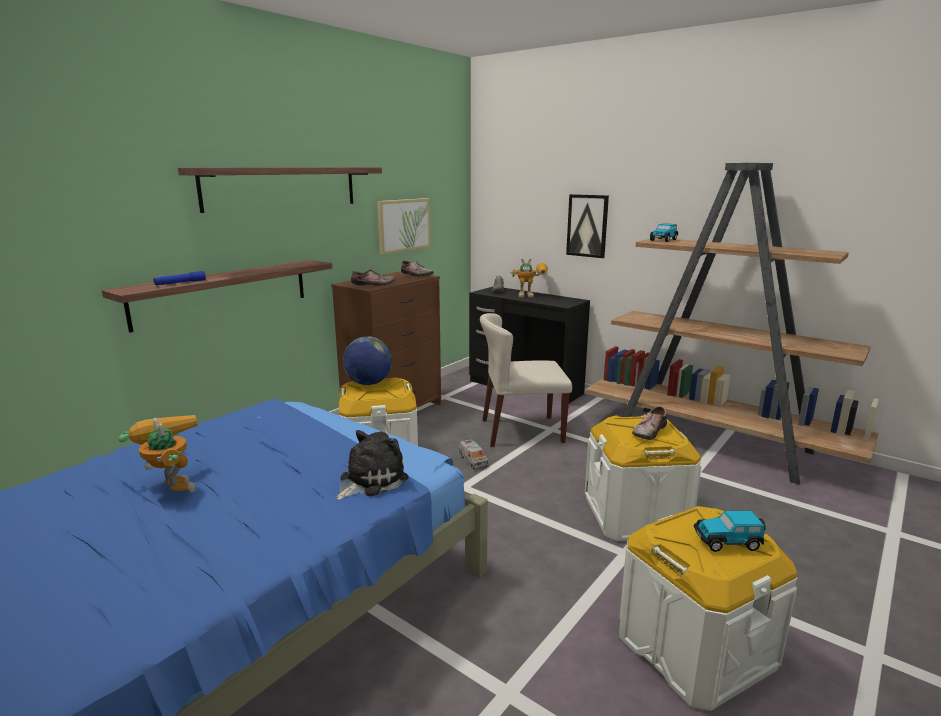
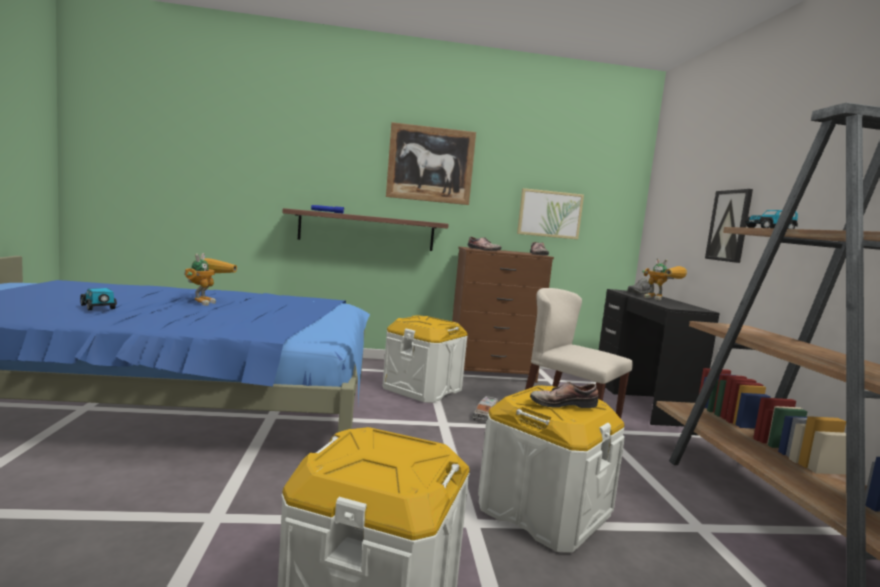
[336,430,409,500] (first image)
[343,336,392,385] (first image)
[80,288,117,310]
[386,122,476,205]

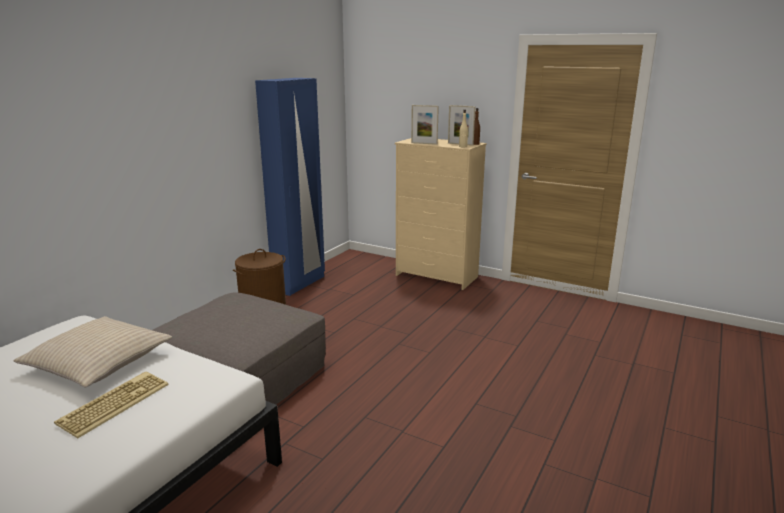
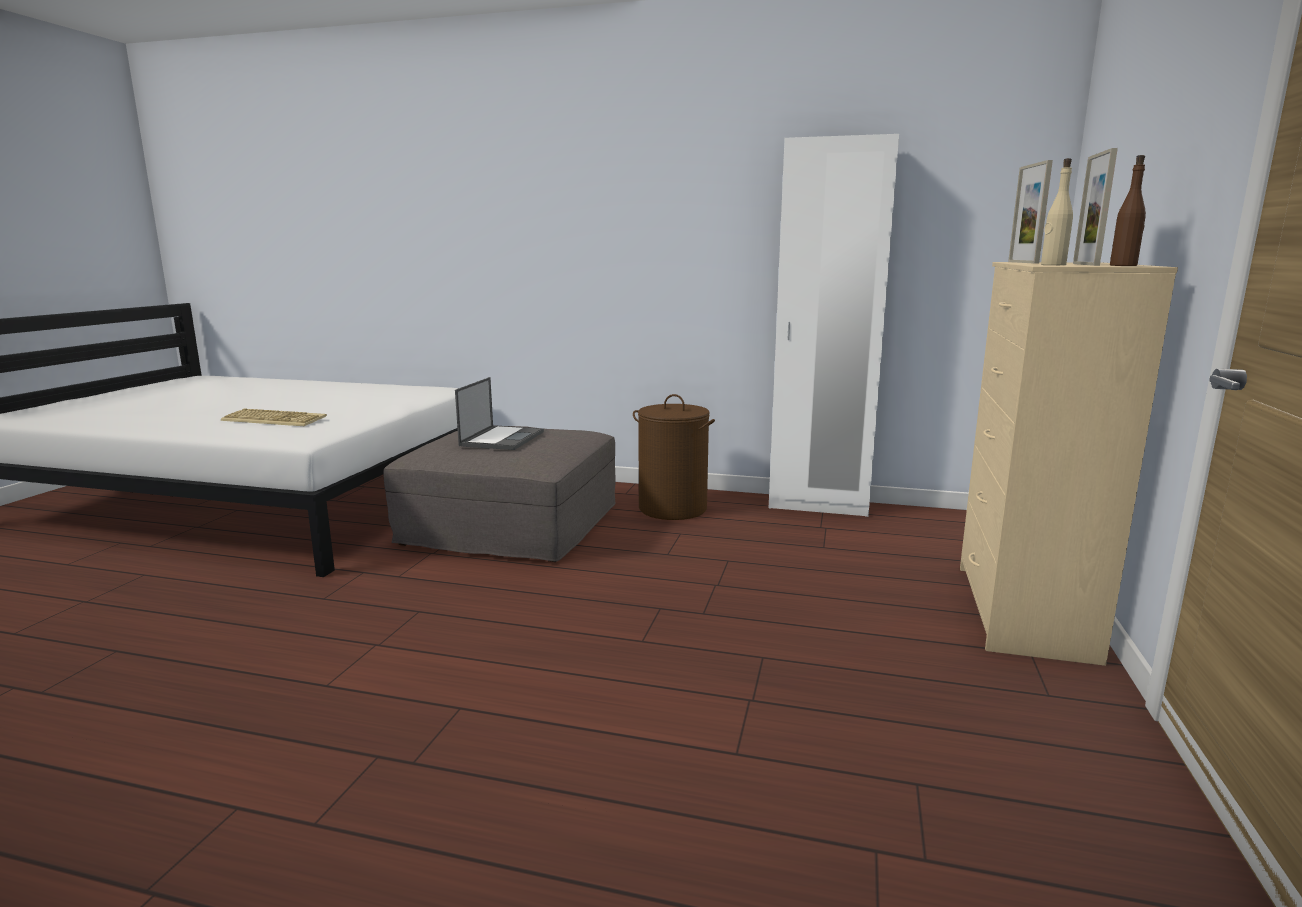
[14,316,172,388] (first image)
[455,377,544,450]
[769,134,899,517]

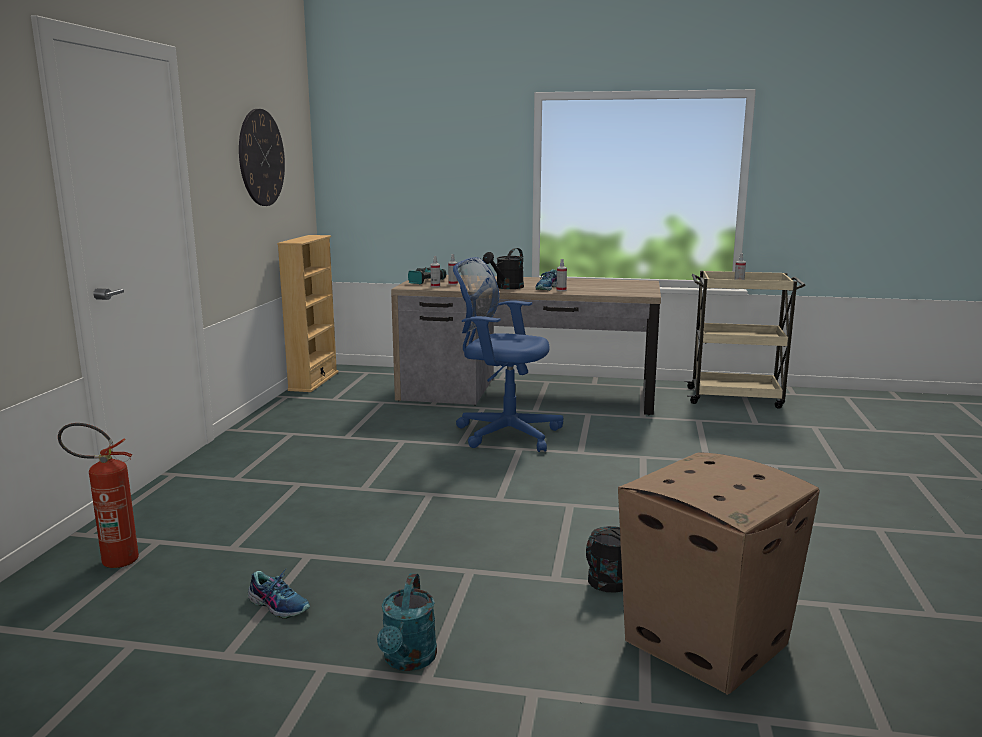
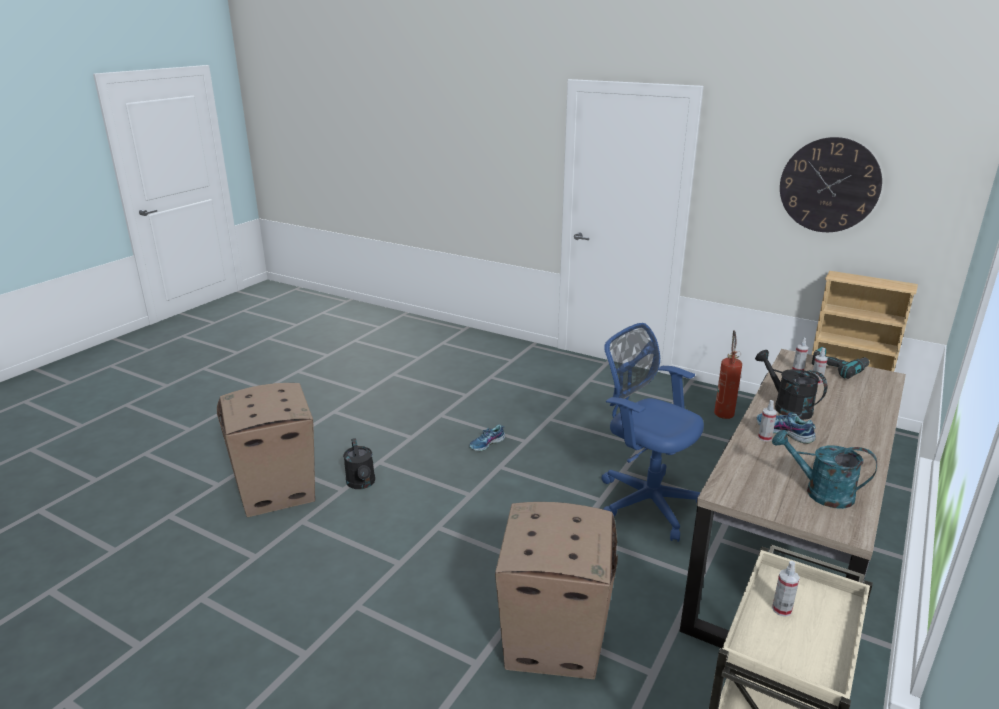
[495,502,618,680]
[714,330,742,419]
[469,424,505,451]
[772,430,877,509]
[601,323,704,542]

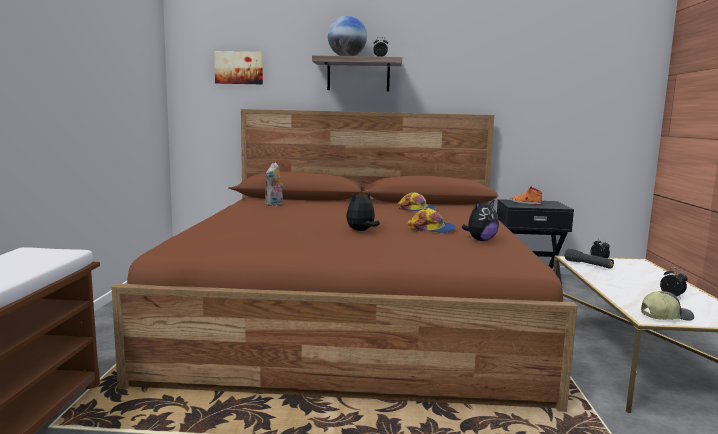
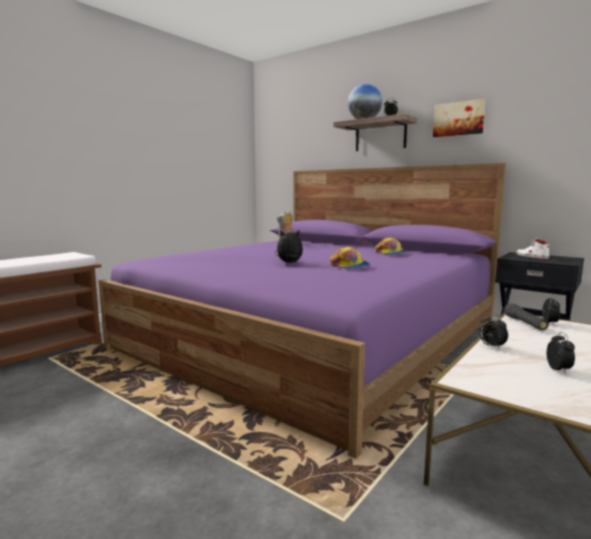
[462,199,499,241] (first image)
[641,291,694,321] (first image)
[480,314,508,350]
[433,99,485,137]
[98,163,506,458]
[516,238,549,259]

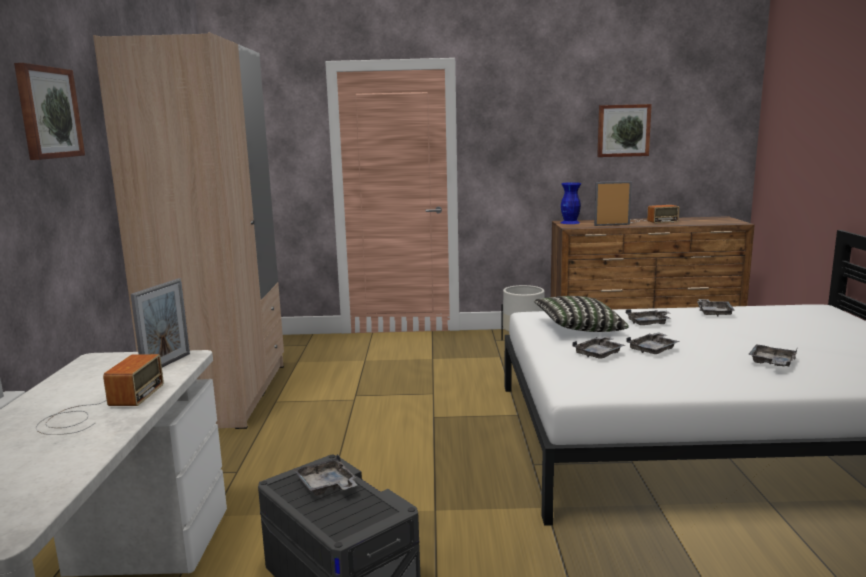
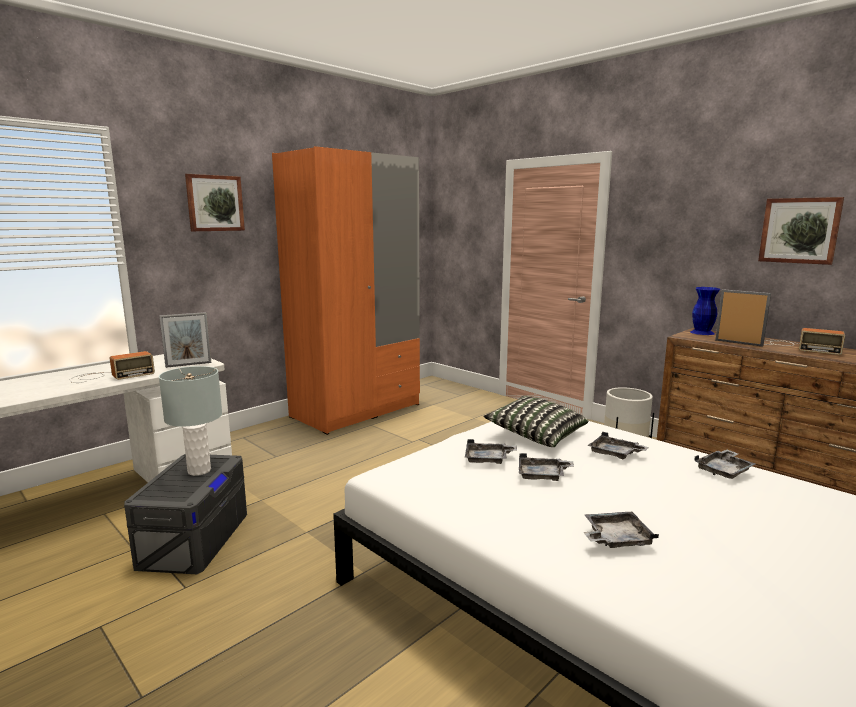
[159,366,222,476]
[272,146,420,435]

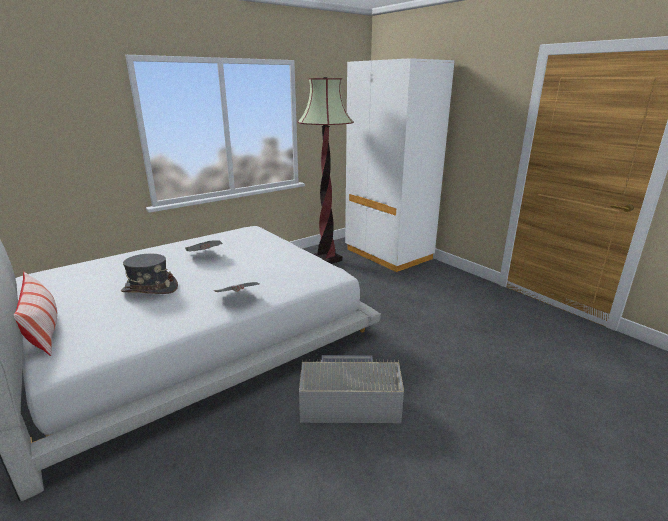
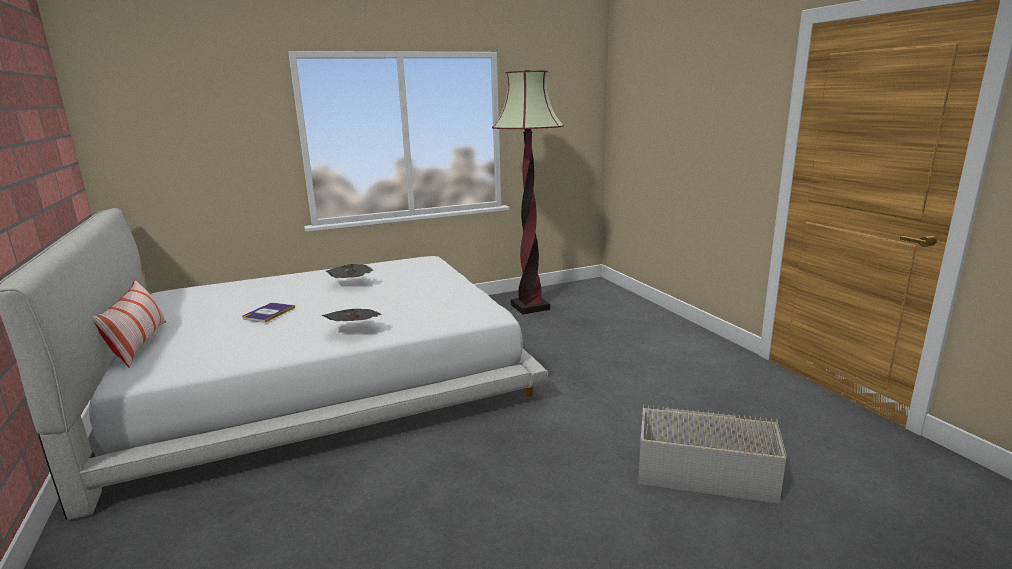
[345,58,455,272] (first image)
[638,404,787,504]
[242,303,295,323]

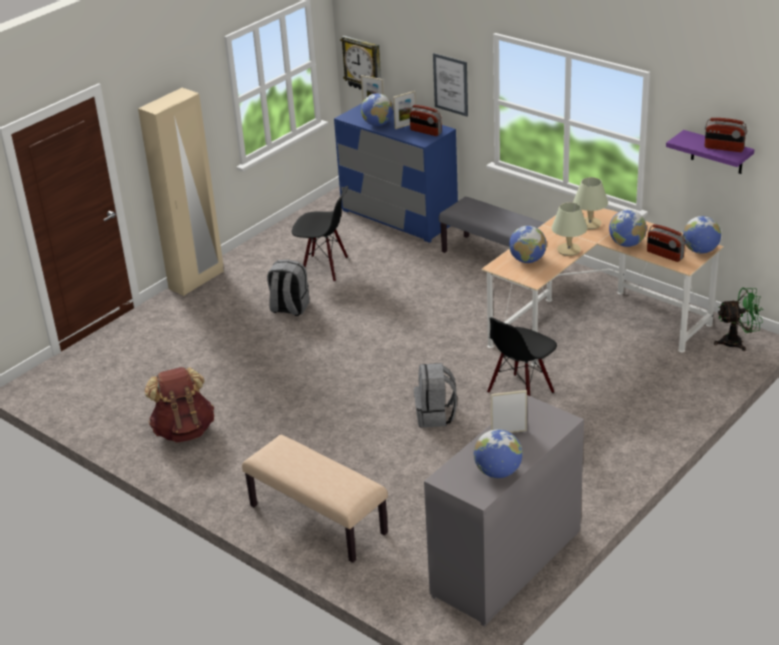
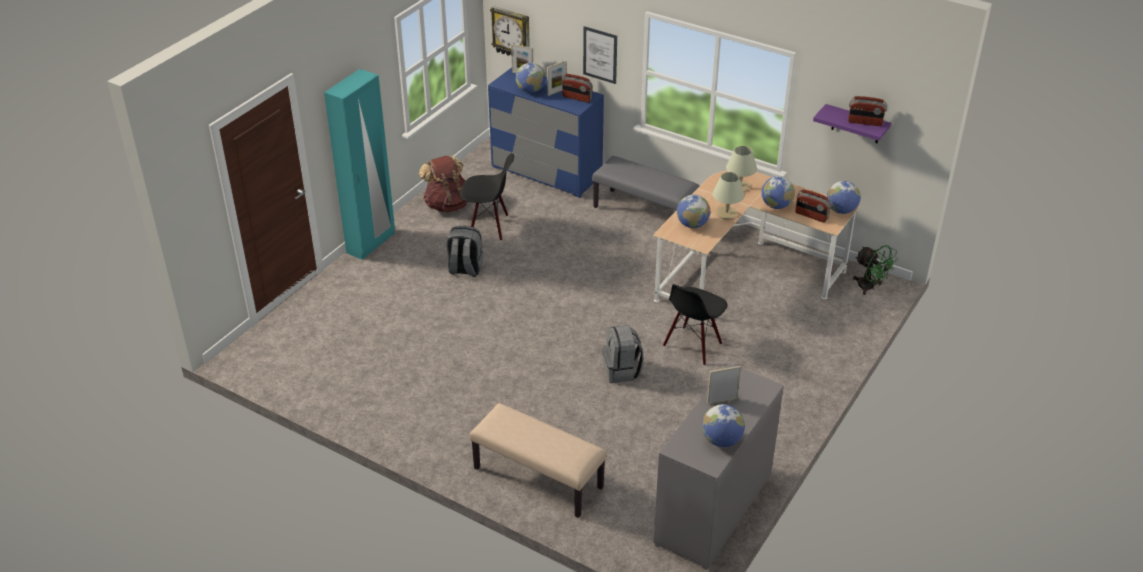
[419,156,467,213]
[324,69,395,260]
[853,245,898,295]

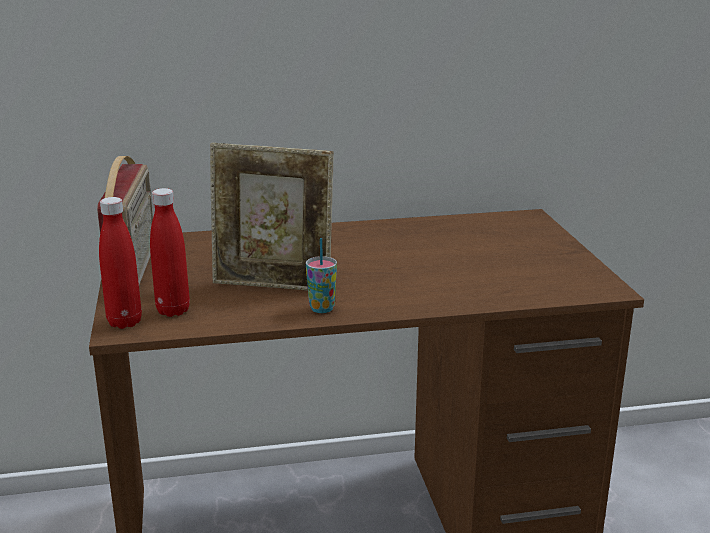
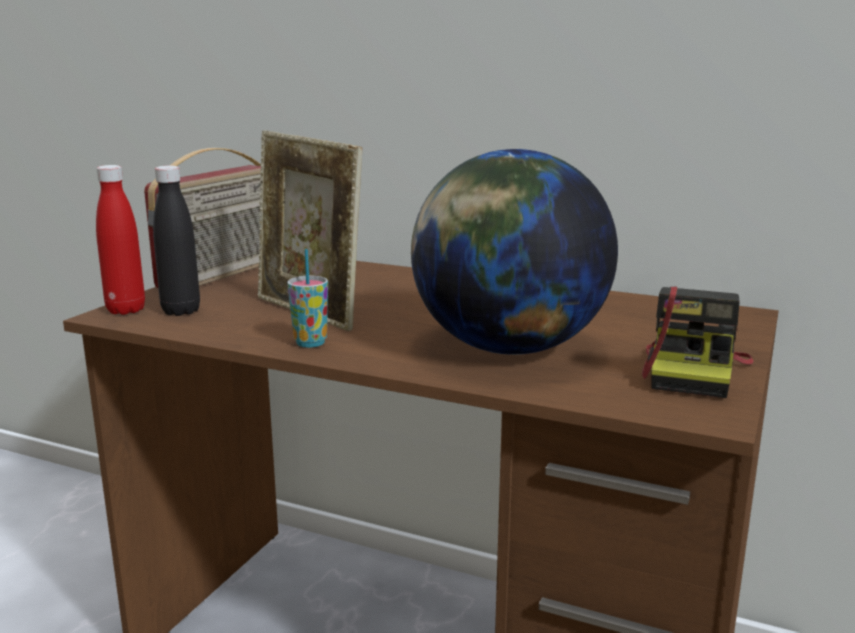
[411,149,618,355]
[642,287,754,398]
[153,166,200,316]

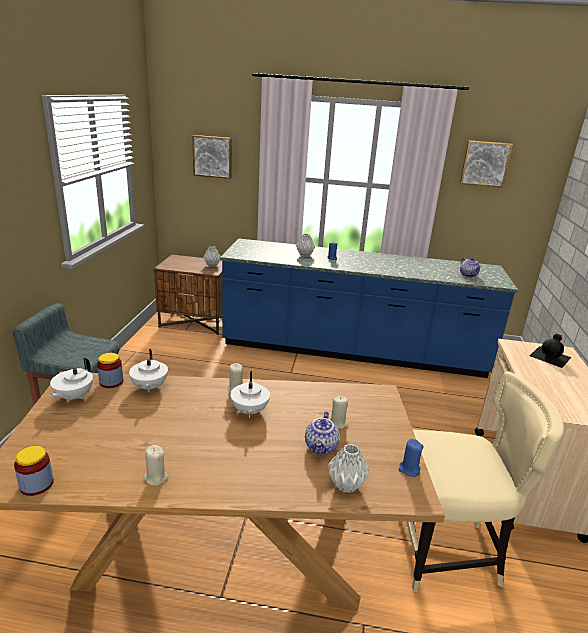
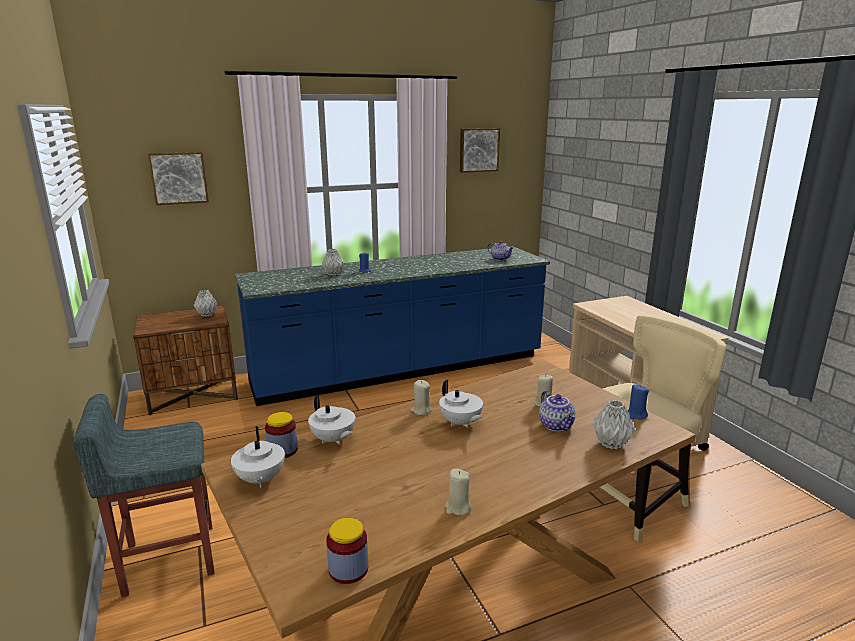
[529,334,572,368] (first image)

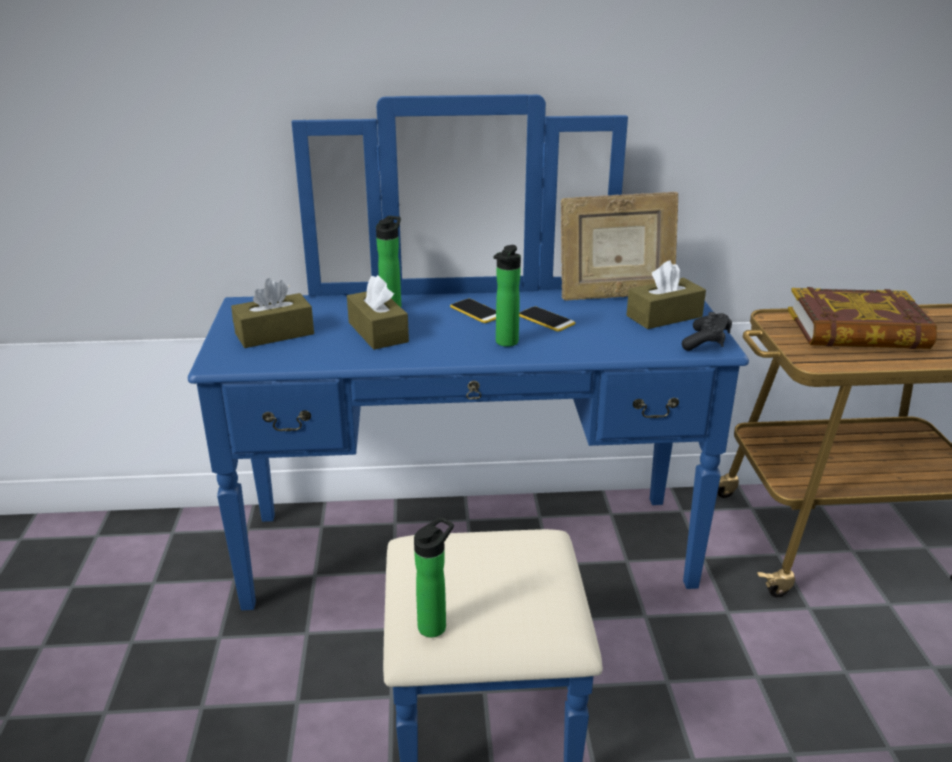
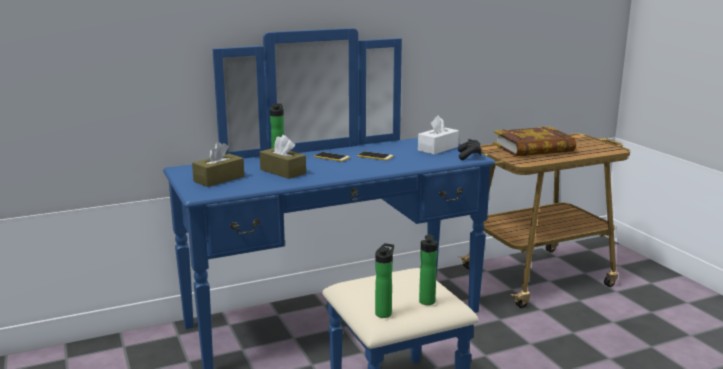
[561,192,678,301] (first image)
[419,234,438,305]
[418,115,459,154]

